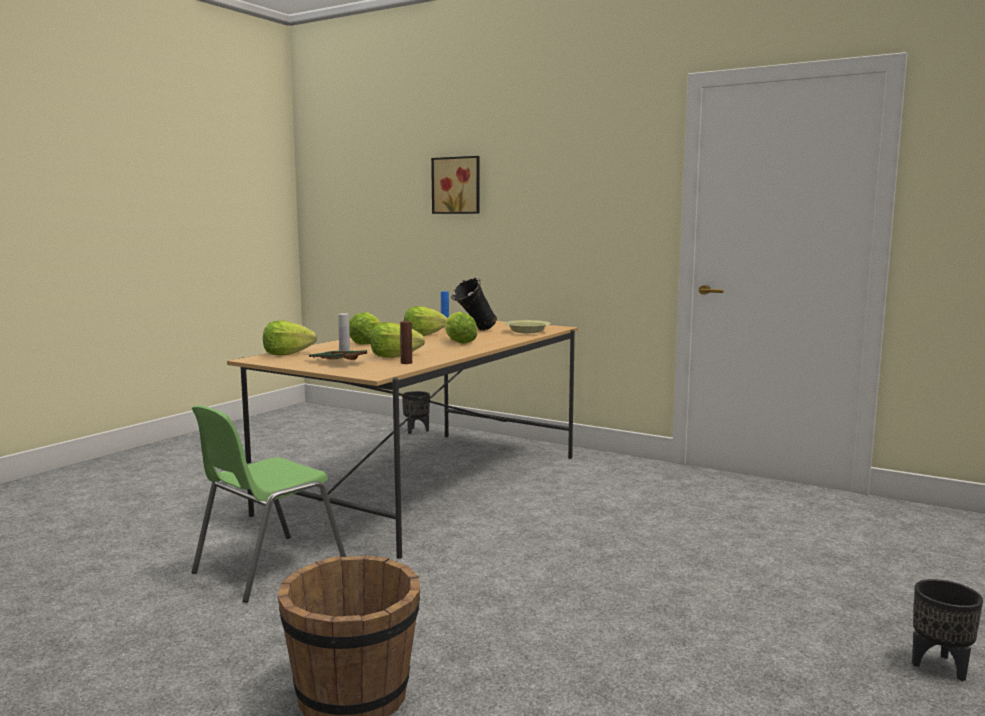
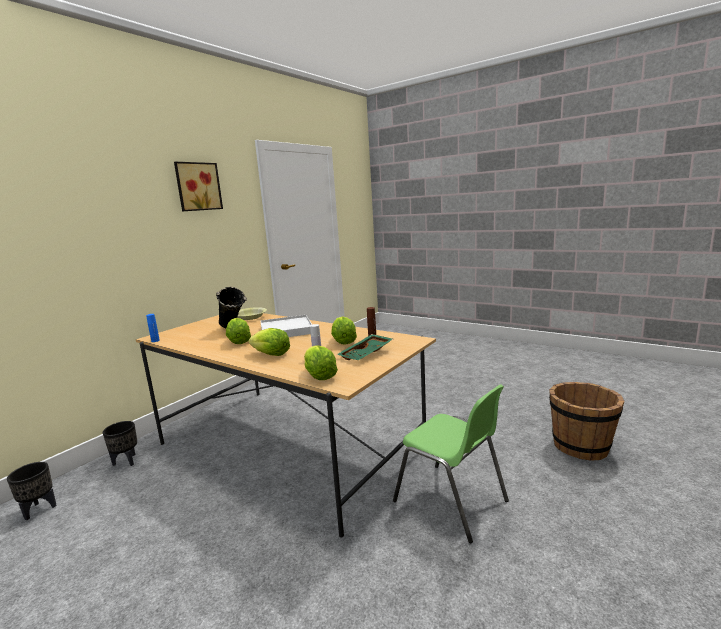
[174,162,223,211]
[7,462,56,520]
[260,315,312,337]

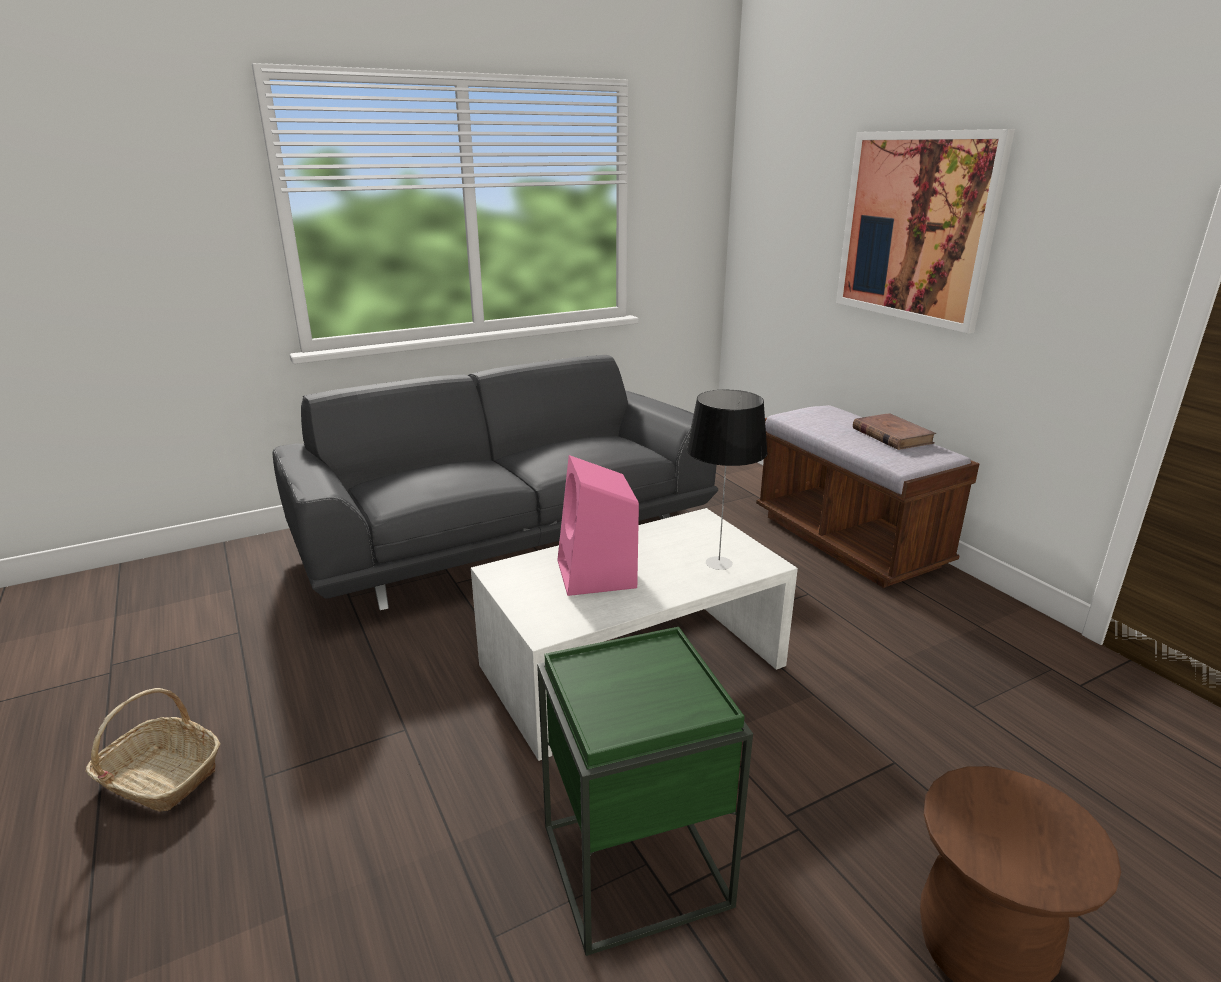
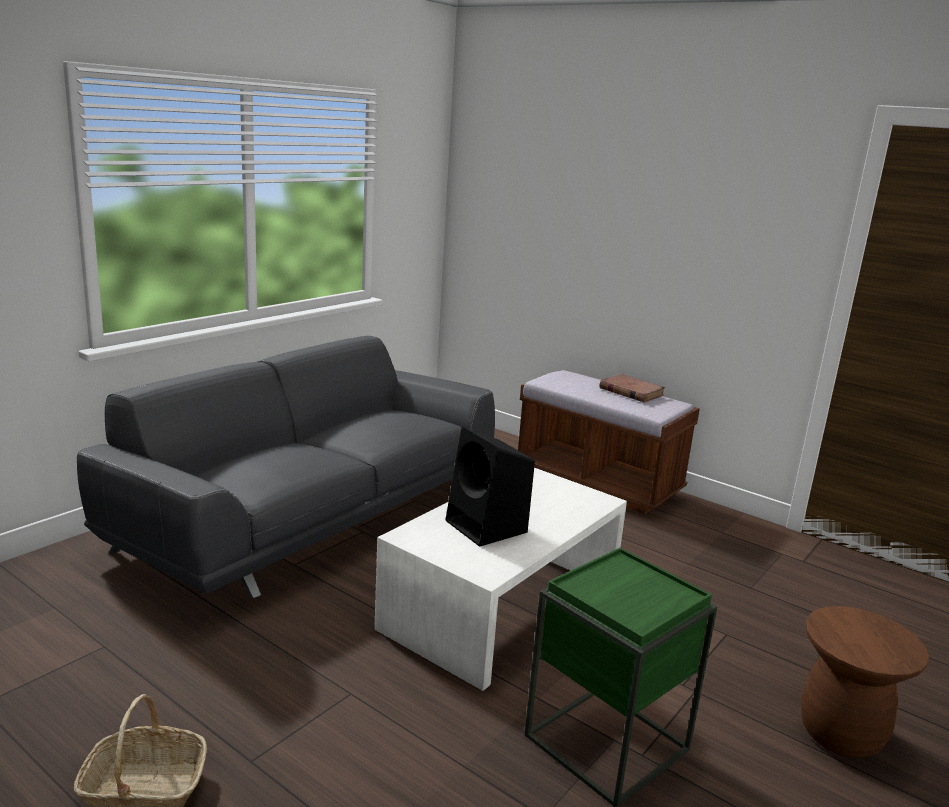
[686,390,768,570] (first image)
[836,129,1015,333] (first image)
[445,427,535,547]

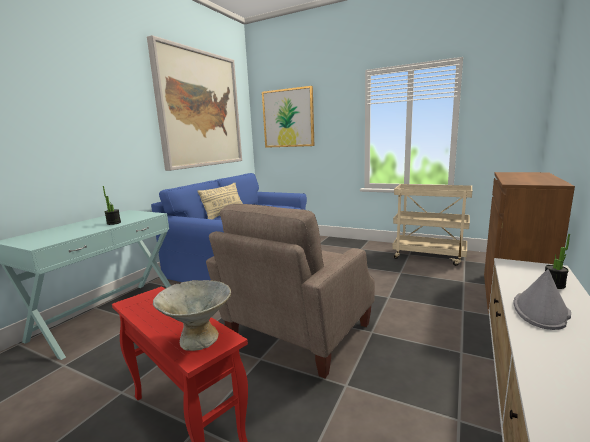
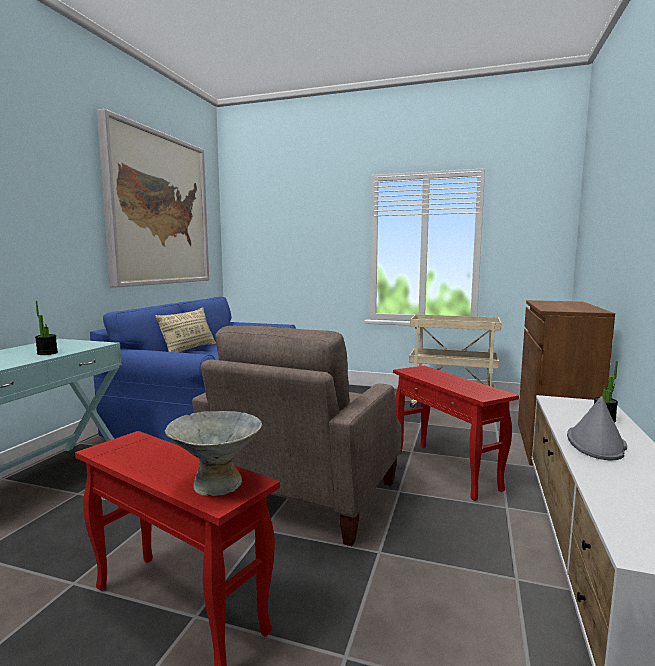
[262,86,314,148] (first image)
[393,366,519,501]

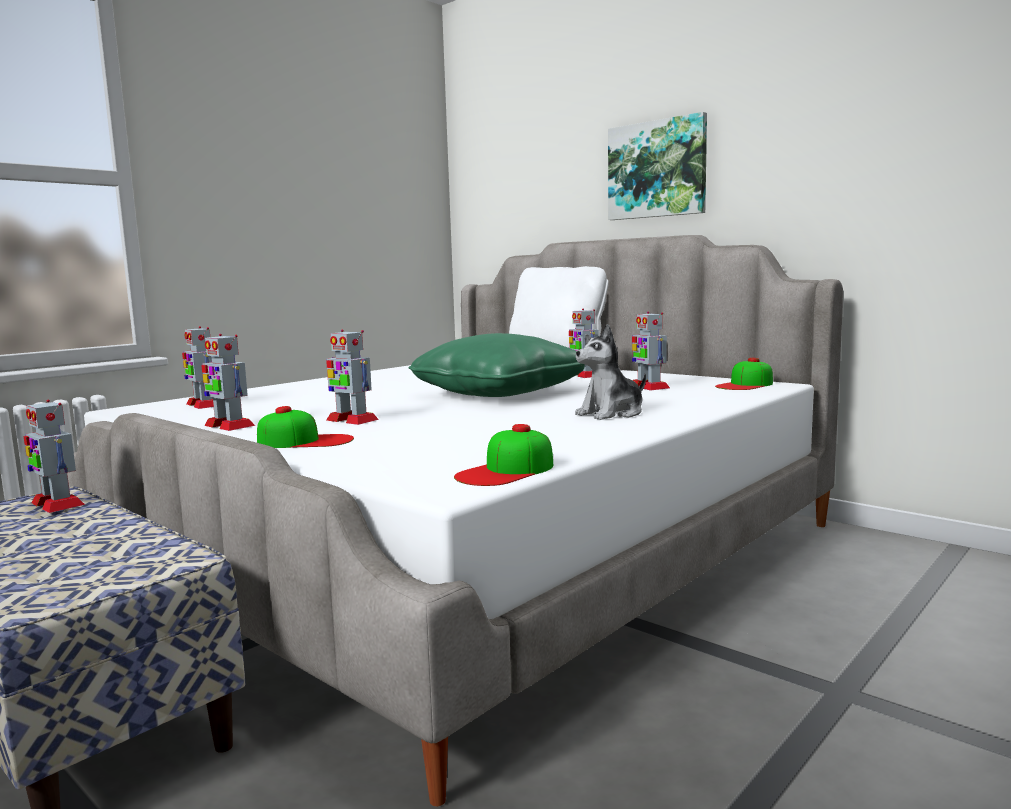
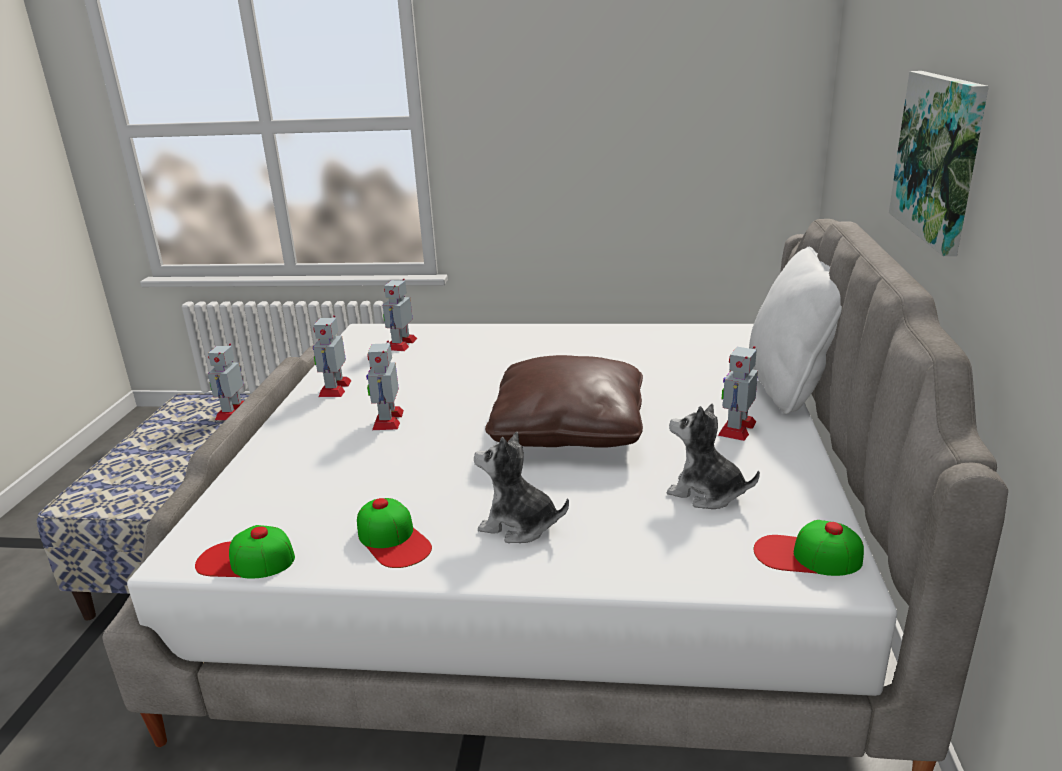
[357,498,432,568]
[667,403,760,509]
[485,355,643,448]

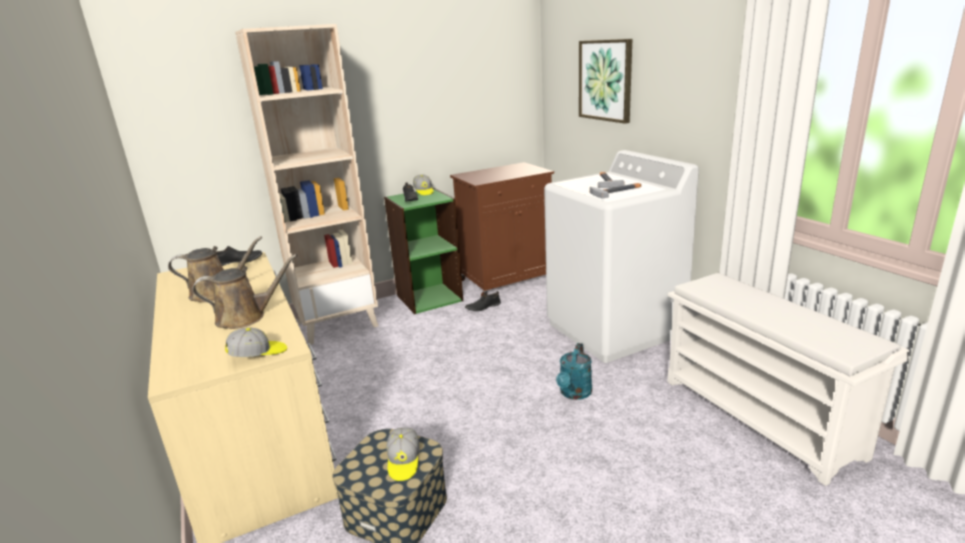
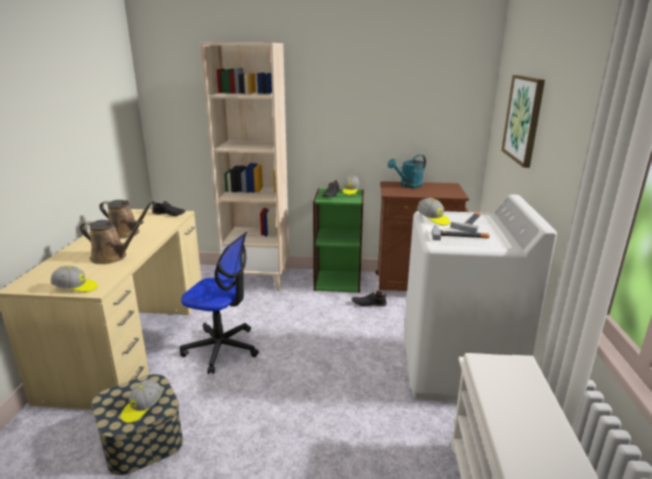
[180,232,259,374]
[417,198,450,225]
[388,155,426,188]

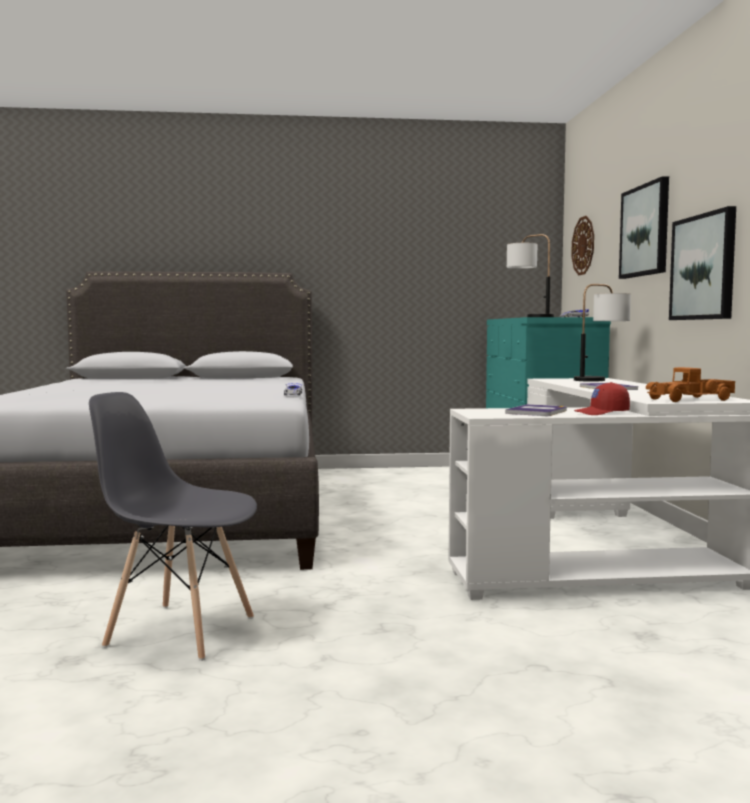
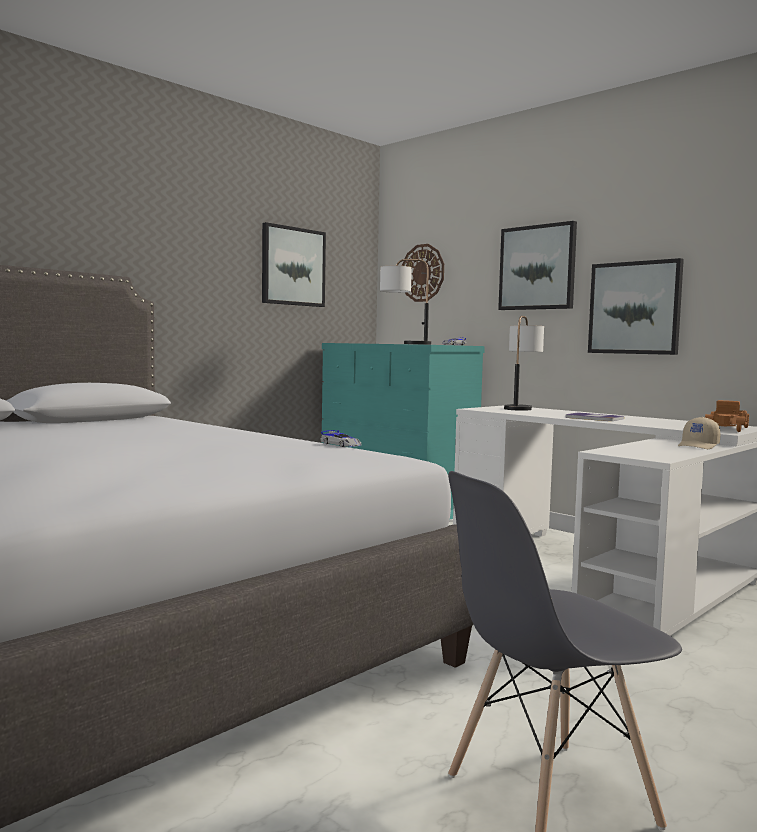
[505,404,567,416] (first image)
[262,222,326,307]
[678,417,720,449]

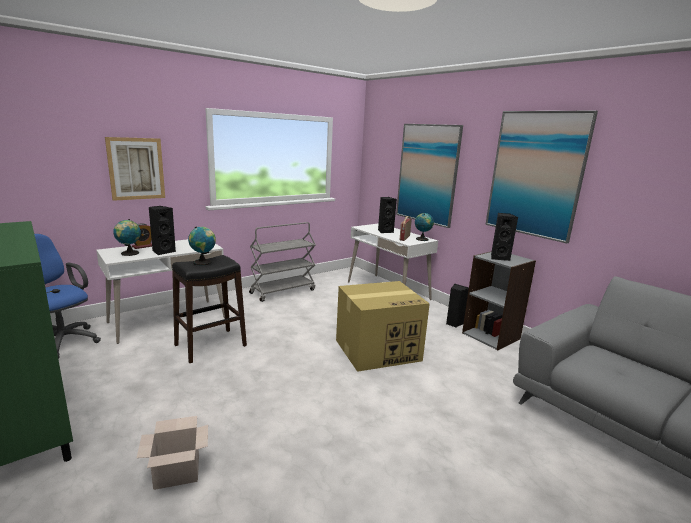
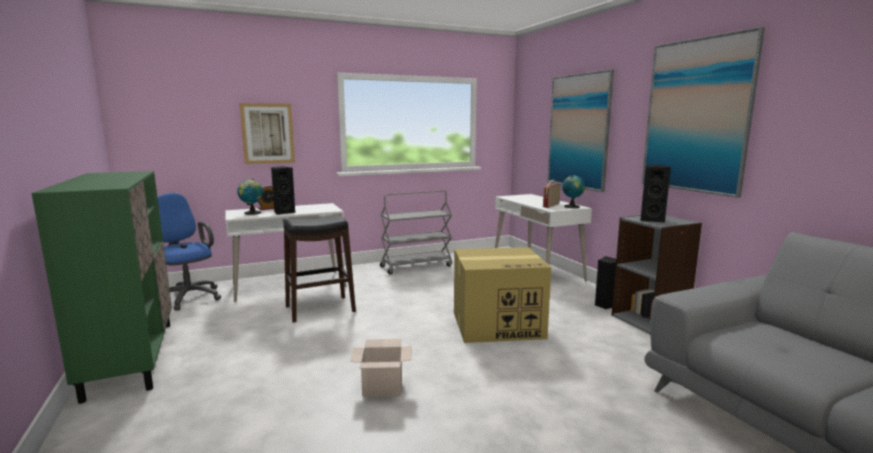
[188,227,216,266] (first image)
[378,197,397,233] (first image)
[350,339,412,397]

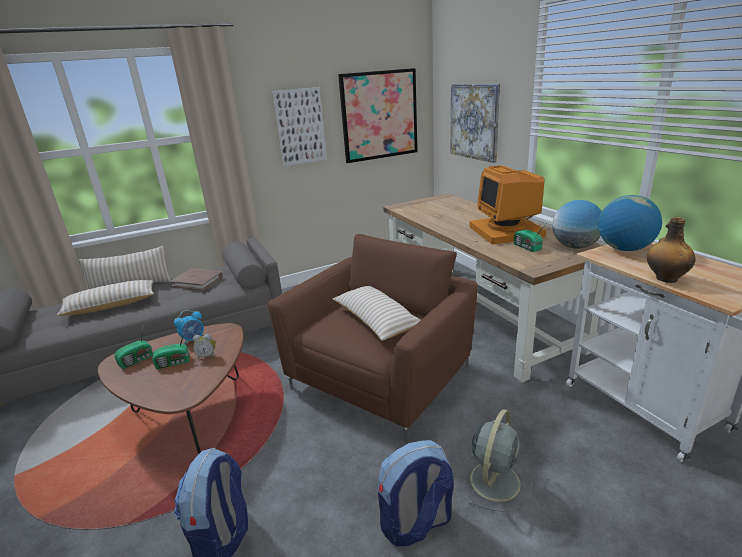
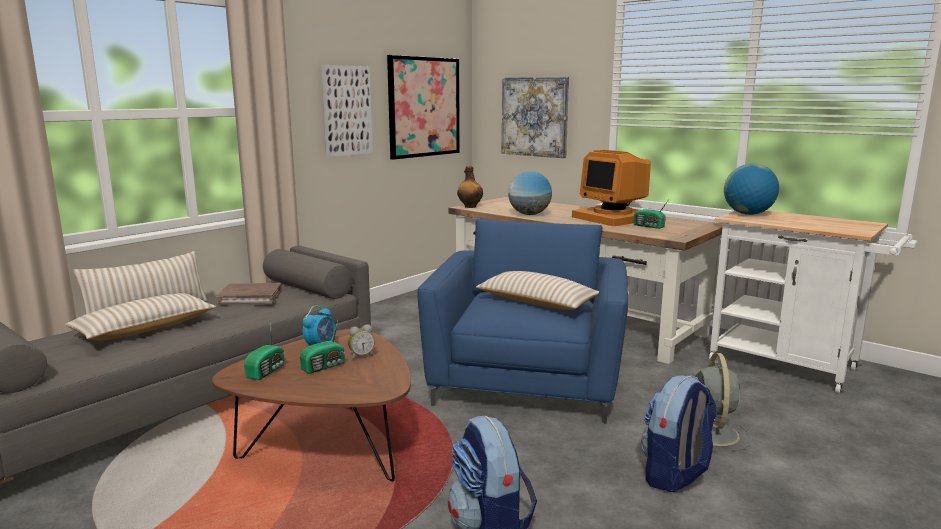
[508,171,552,215]
[457,166,483,208]
[417,219,628,423]

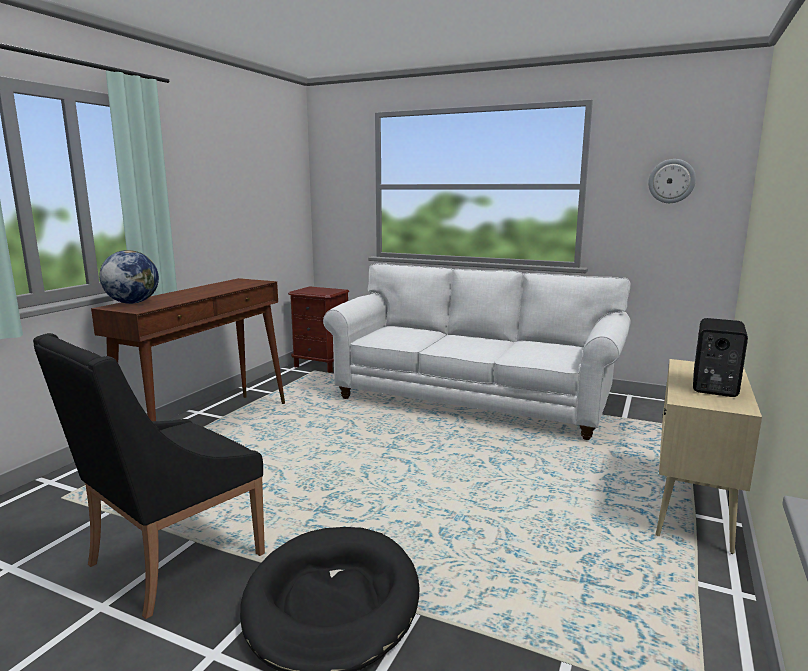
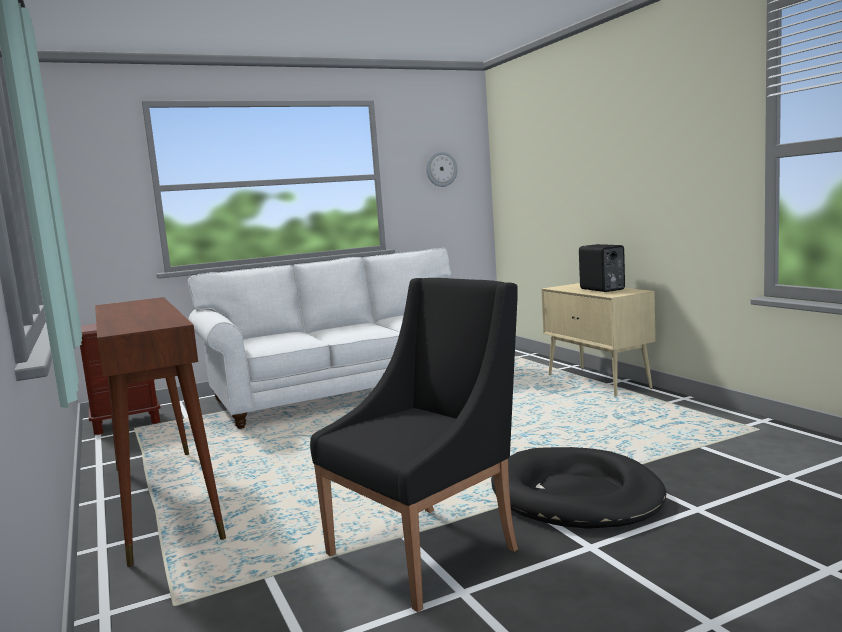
[99,250,159,304] (first image)
[310,278,518,612]

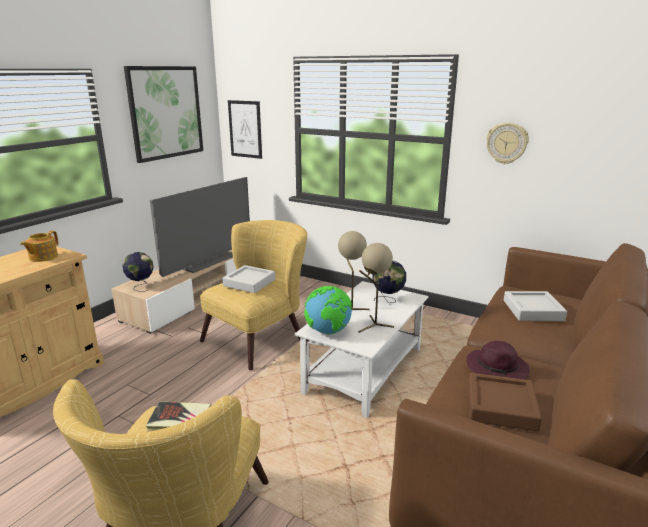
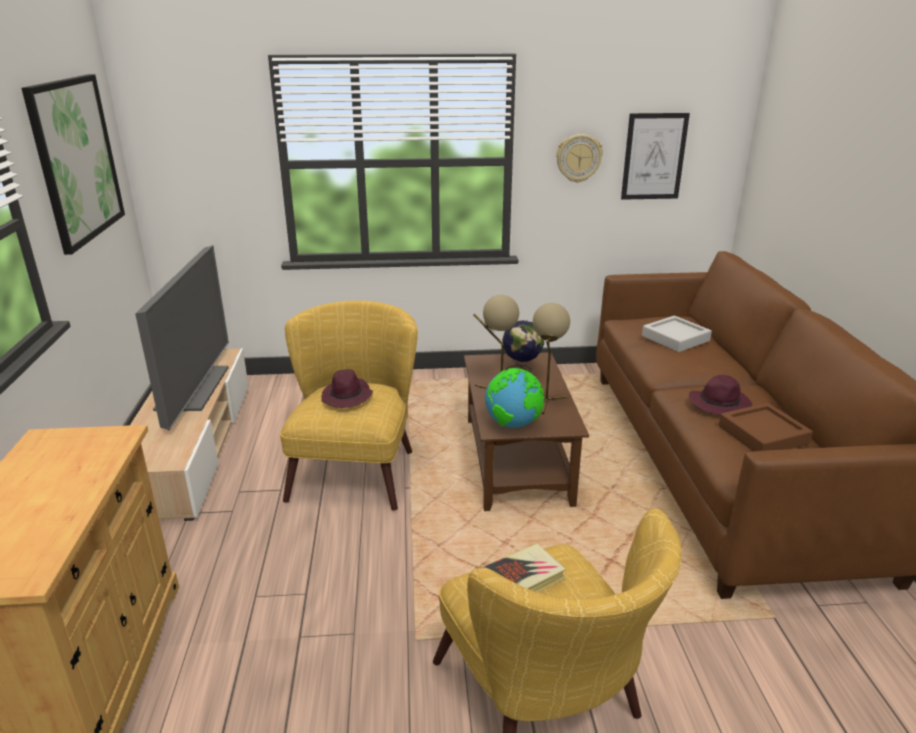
[20,231,59,262] (first image)
[123,252,154,292] (first image)
[621,113,690,200]
[321,369,373,408]
[464,352,589,511]

